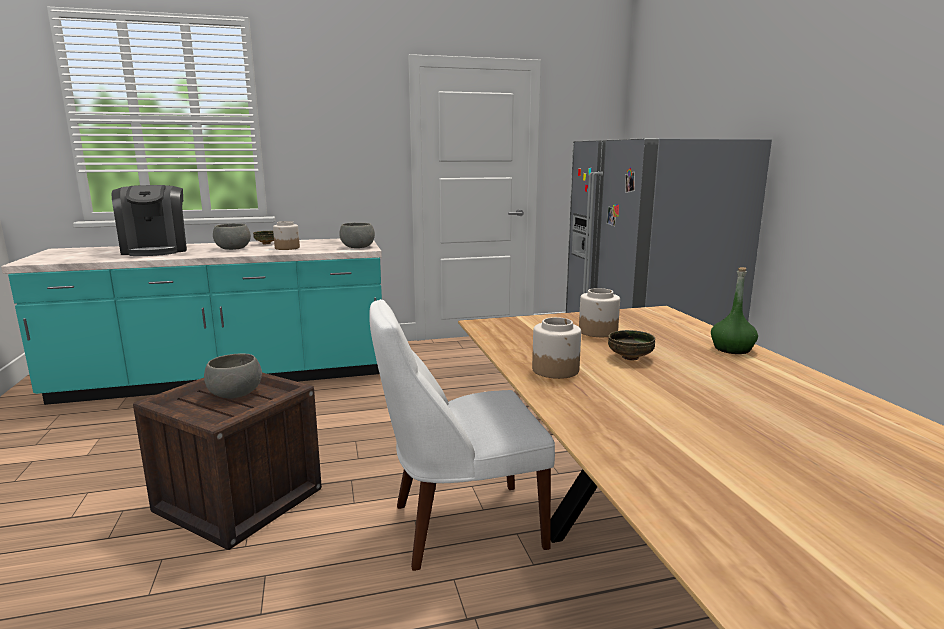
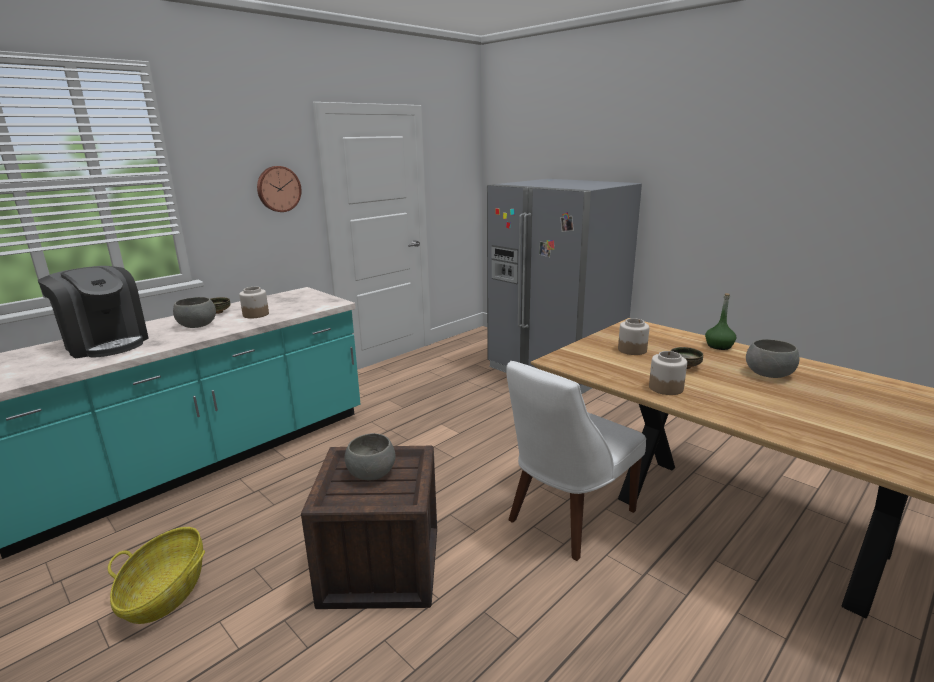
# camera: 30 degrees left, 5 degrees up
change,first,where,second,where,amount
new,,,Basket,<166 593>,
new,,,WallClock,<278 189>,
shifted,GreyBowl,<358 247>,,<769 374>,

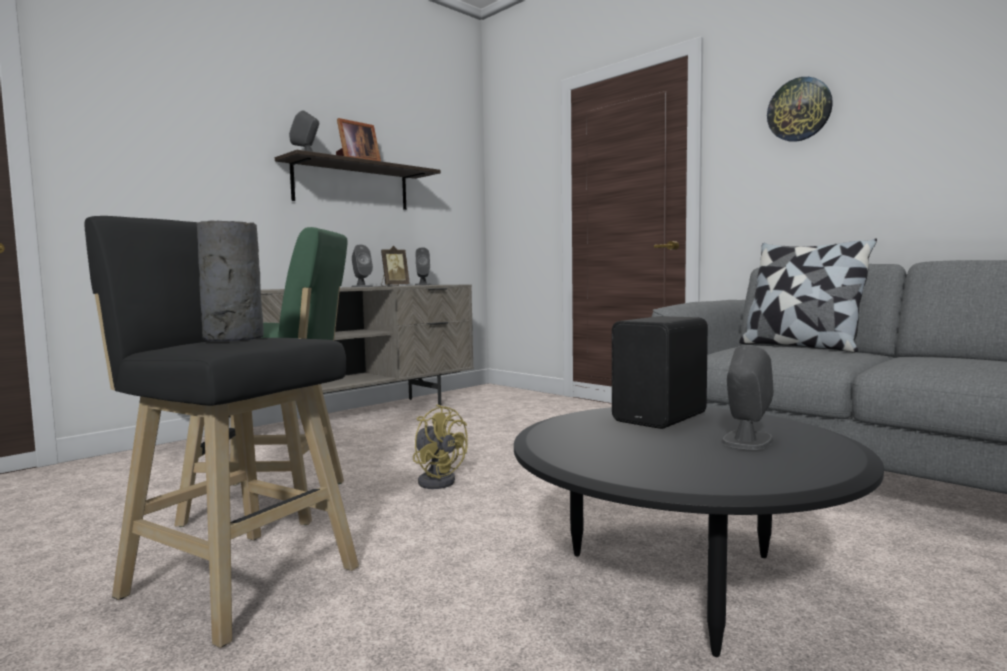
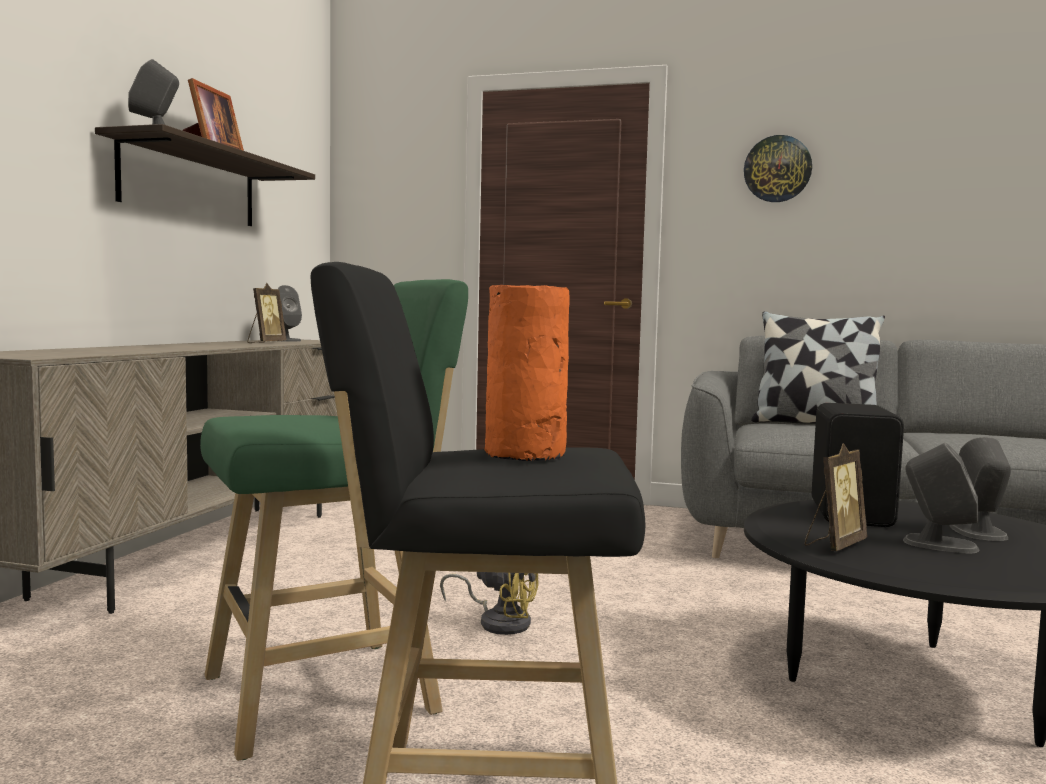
# camera: 30 degrees left, 0 degrees up
change,first,where,second,where,amount
repainted,GreyVase,<232 338>,OrangeVase,<525 454>,
new,,,PictureFrame,<834 545>,
shifted,GreySpeaker,<362 287>,,<939 544>,

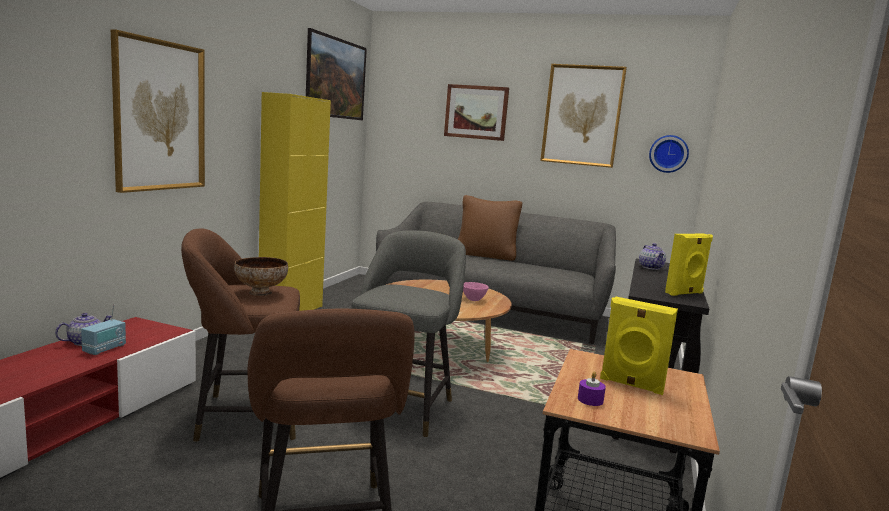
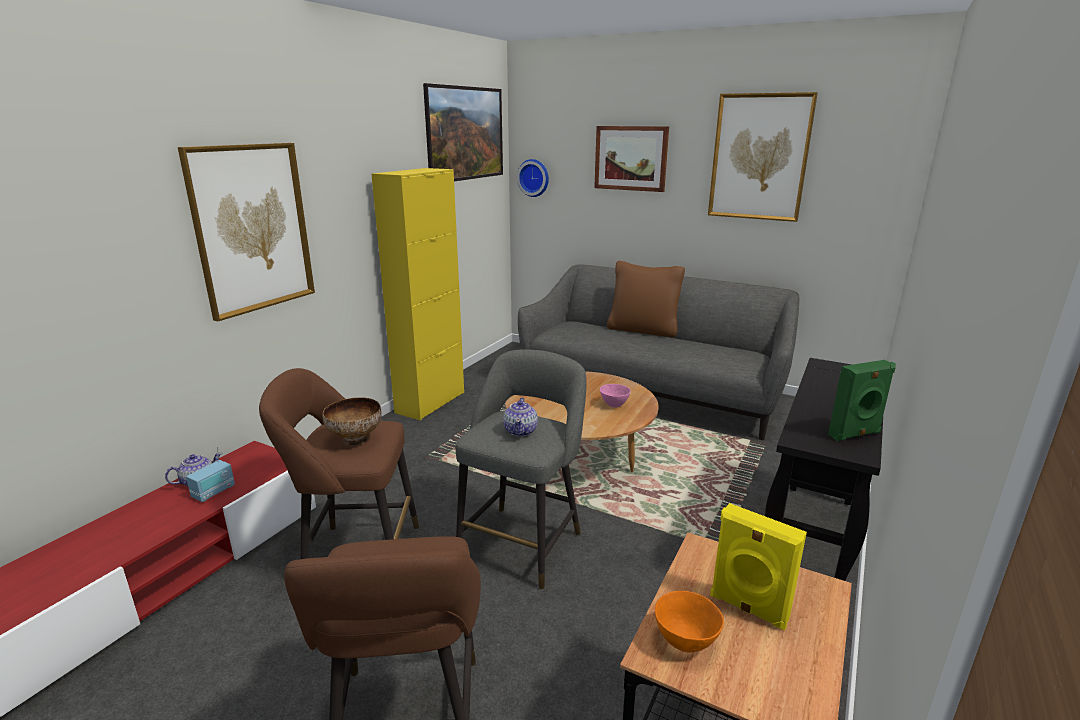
# camera: 10 degrees right, 10 degrees up
change,first,where,second,where,amount
shifted,Teapot,<651 267>,,<521 431>,
shifted,WallClock,<668 154>,,<534 178>,
swapped,PurpleCandle,<590 400>,OrangeBowl,<686 642>,
repainted,YellowSpeaker,<685 293>,GreenSpeaker,<855 435>,

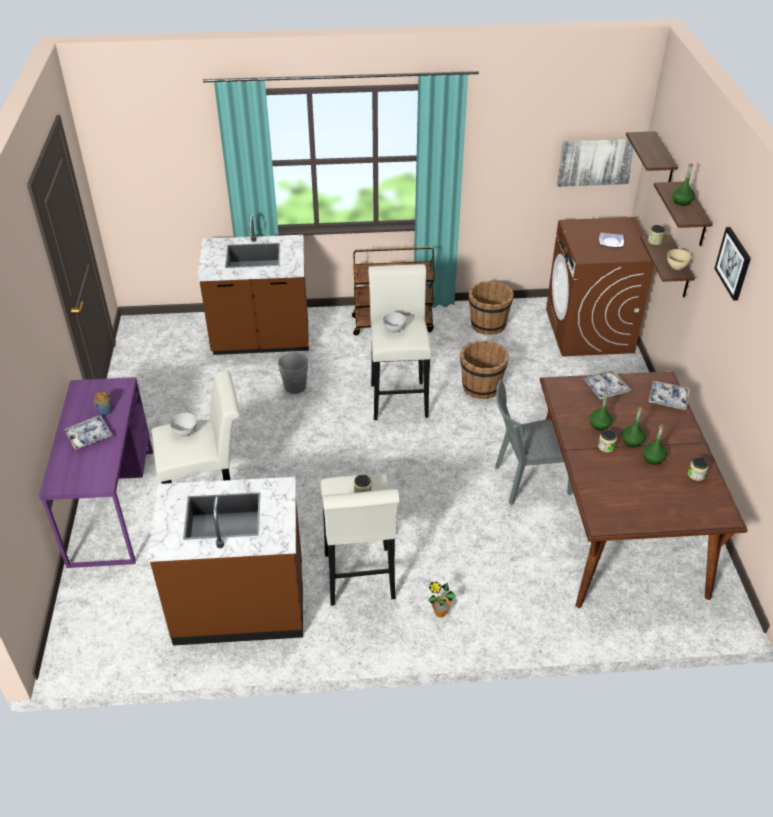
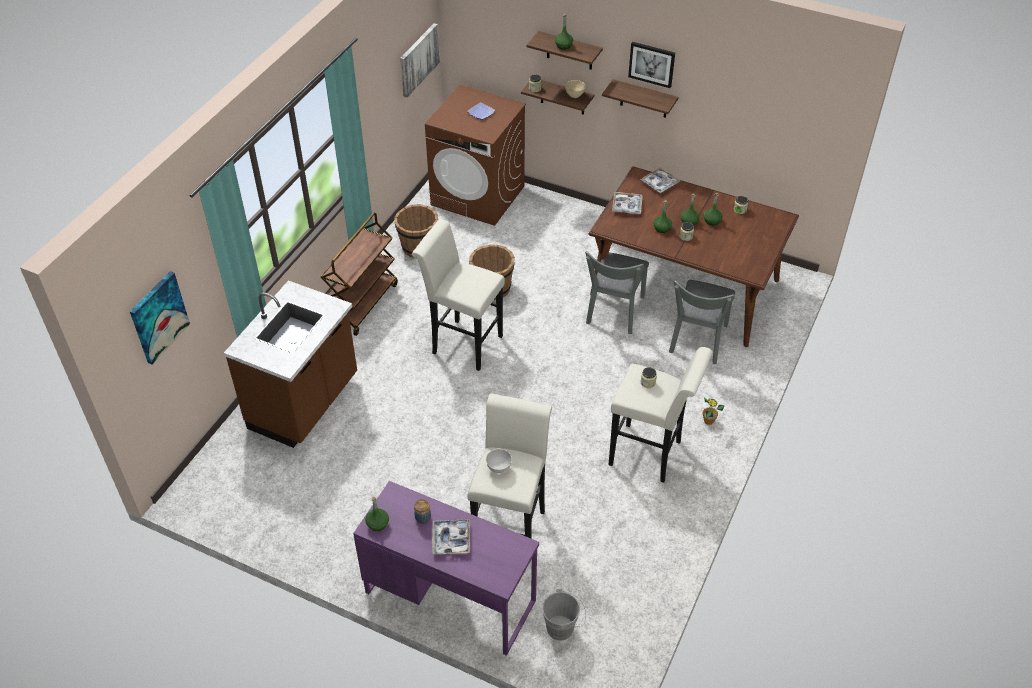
# camera: 60 degrees left, 5 degrees up
change,first,where,second,where,amount
new,,,Picture,<158 317>,
new,,,GreenBottle,<377 524>,
shifted,GreyBucket,<296 388>,,<563 628>,
shifted,Shelf,<663 162>,,<644 99>,
new,,,GreyChair,<697 342>,
gone,BrownCounter,<240 605>,,,
gone,GreyBowl,<394 329>,,,

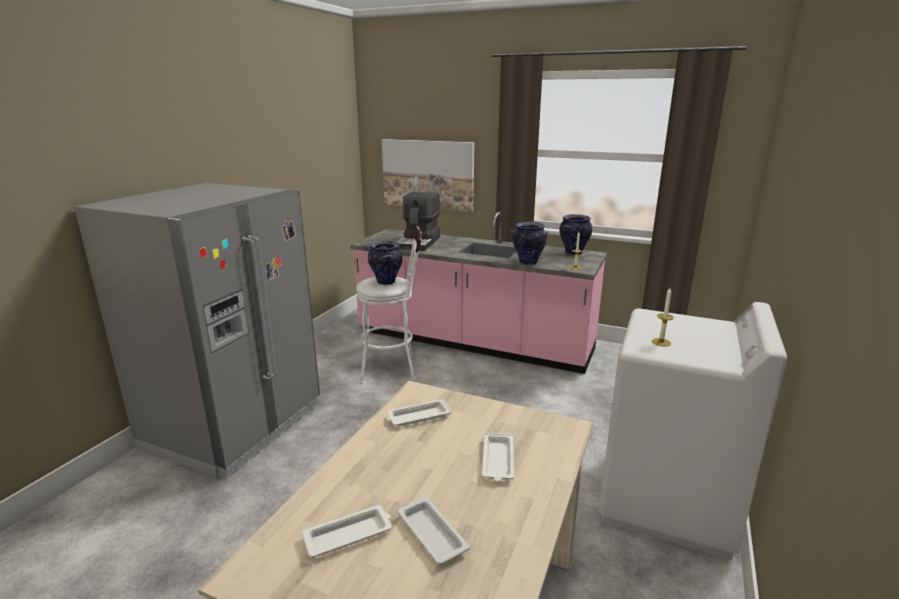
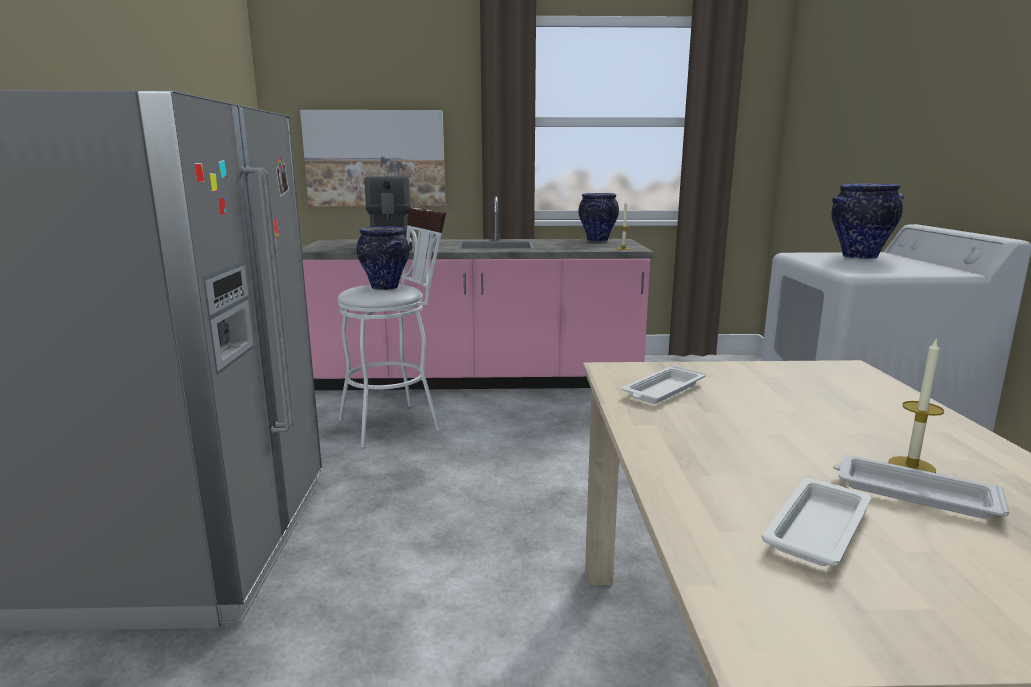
# camera: 25 degrees left, 5 degrees down
change,first,where,second,where,amount
shifted,Vase,<527 262>,,<859 257>,
shifted,Candle,<661 342>,,<911 466>,
gone,WhiteTray,<498 461>,,,

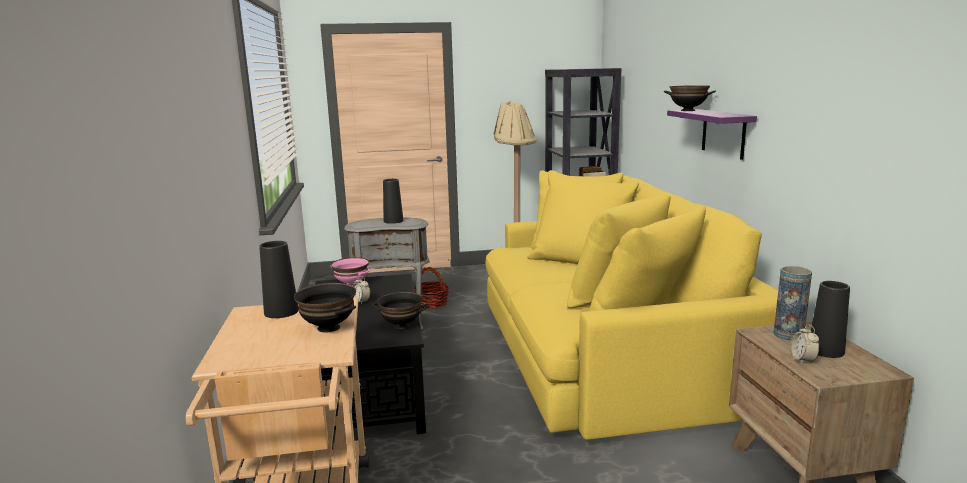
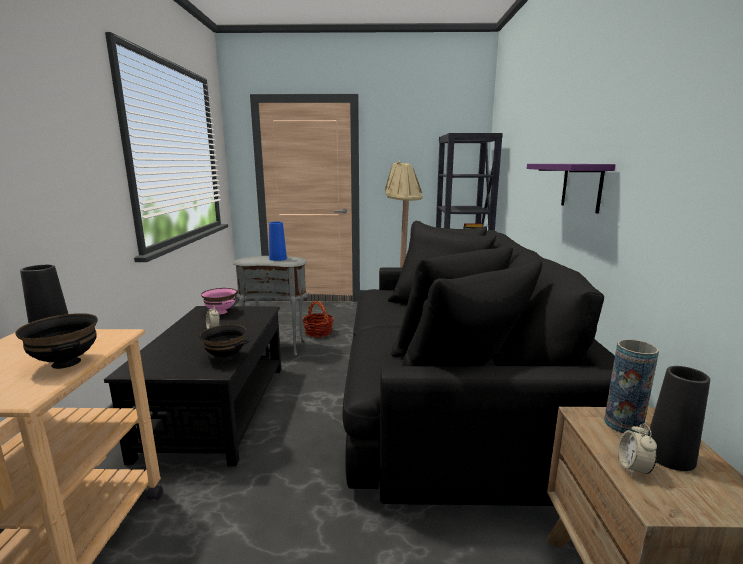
# camera: 10 degrees right, 0 degrees up
change,first,where,second,where,amount
repainted,BlackVase,<393 221>,BlueVase,<278 258>,
repainted,YellowSofa,<605 354>,BlackSofa,<449 400>,
gone,BlackBowl,<687 110>,,,

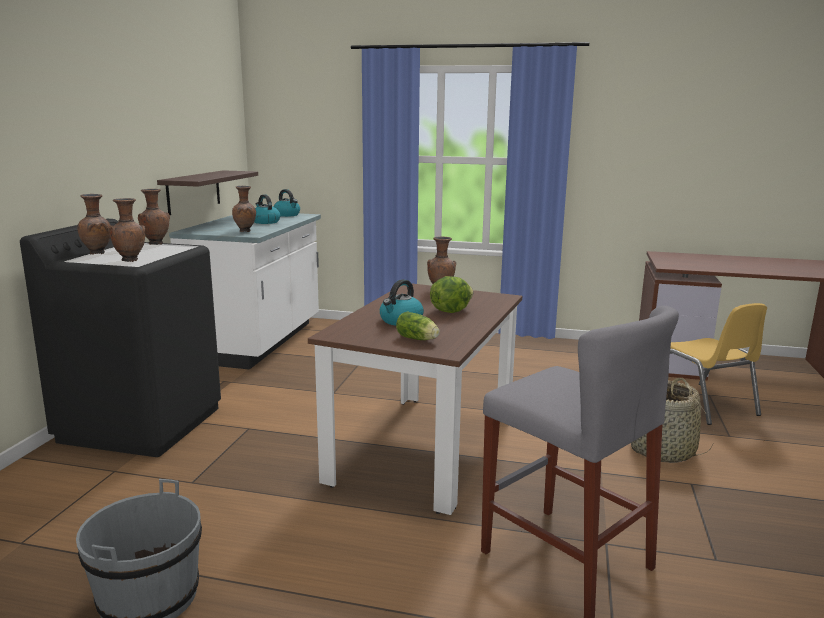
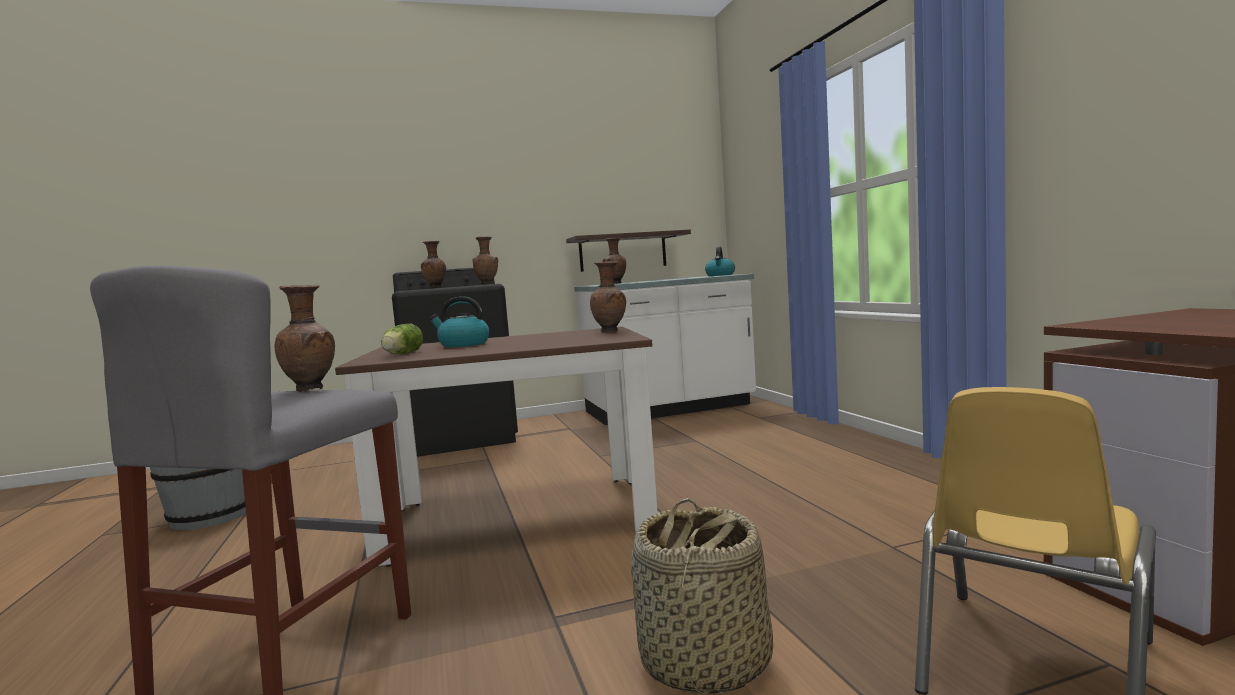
# camera: 60 degrees right, 10 degrees down
change,first,where,second,where,amount
shifted,BrownVase,<131 260>,,<312 389>,
gone,Kettle,<265 222>,,,
gone,Lettuce,<450 311>,,,

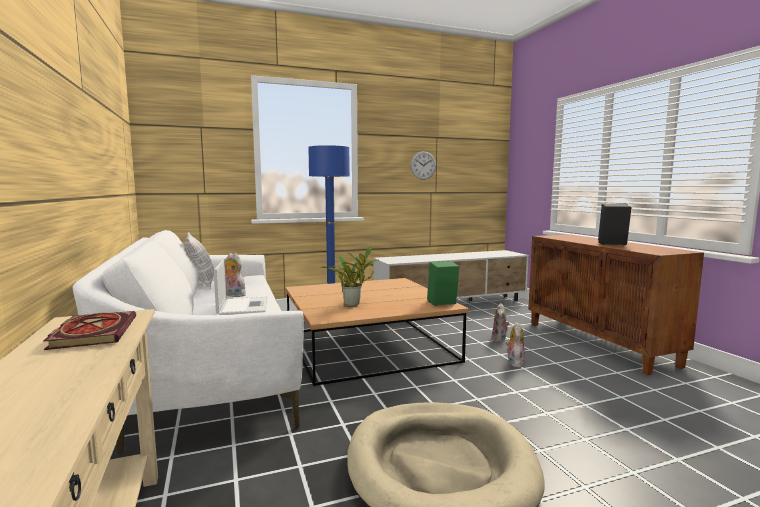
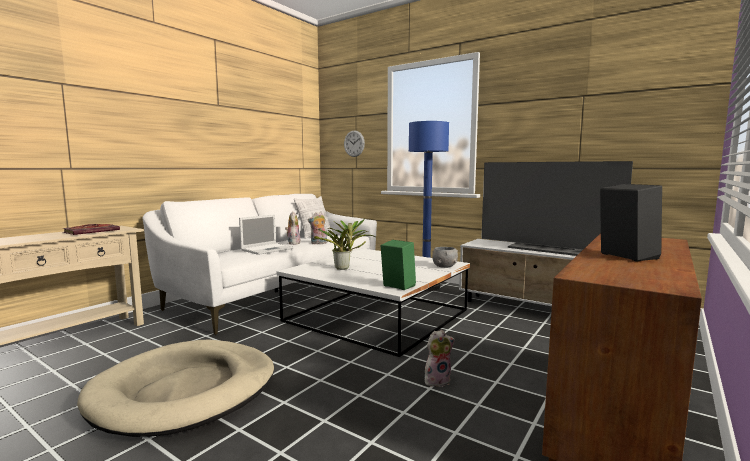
# camera: 55 degrees right, 0 degrees up
change,first,where,second,where,amount
repainted,BrownCoffeeTable,<368 346>,WhiteCoffeeTable,<377 315>,
shifted,PlushToy,<500 340>,,<318 243>,
shifted,WallClock,<423 165>,,<354 143>,
new,,,GreyBowl,<444 266>,
new,,,Television,<546 249>,

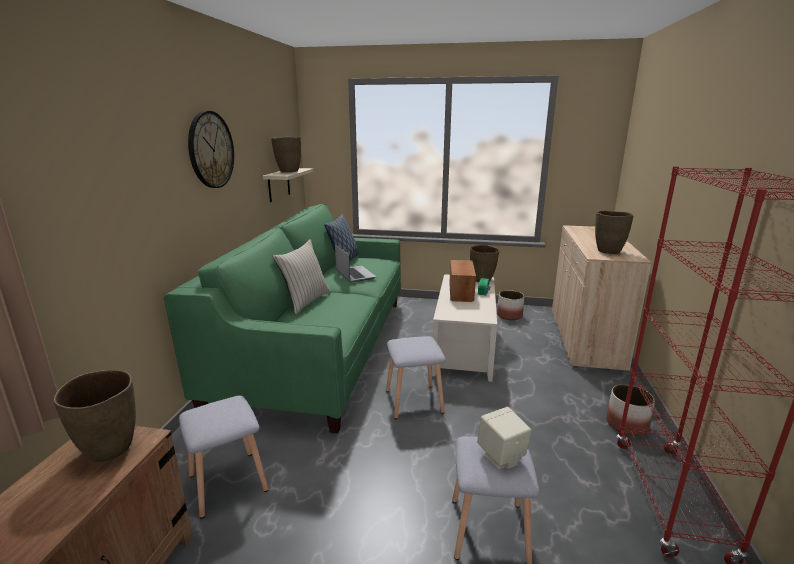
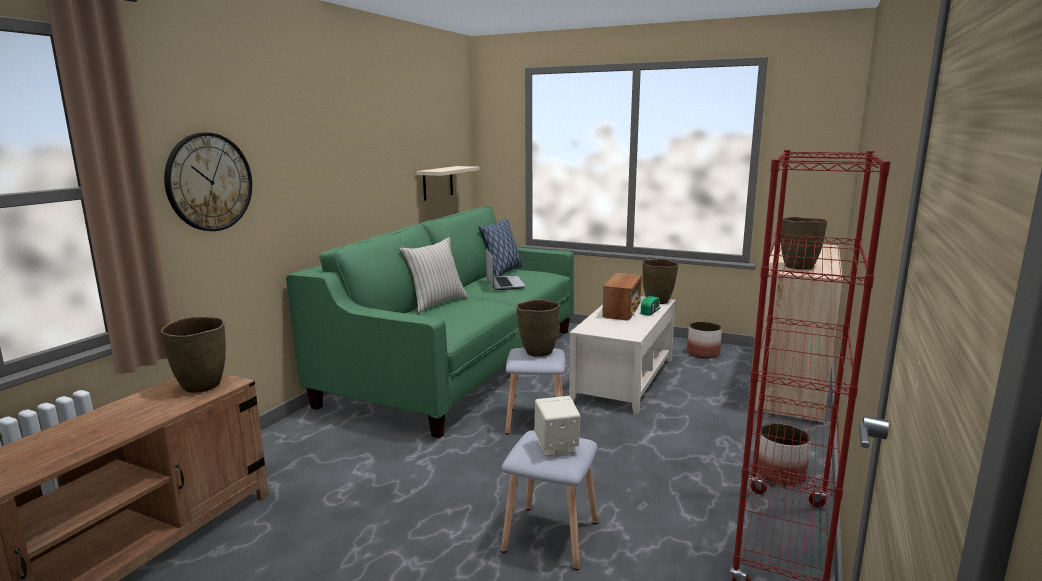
# camera: 15 degrees right, 5 degrees down
change,first,where,second,where,amount
shifted,WallClock,<211 150>,,<209 182>,
shifted,BrownVase,<288 171>,,<538 352>,
gone,GreyStool,<227 482>,,,

